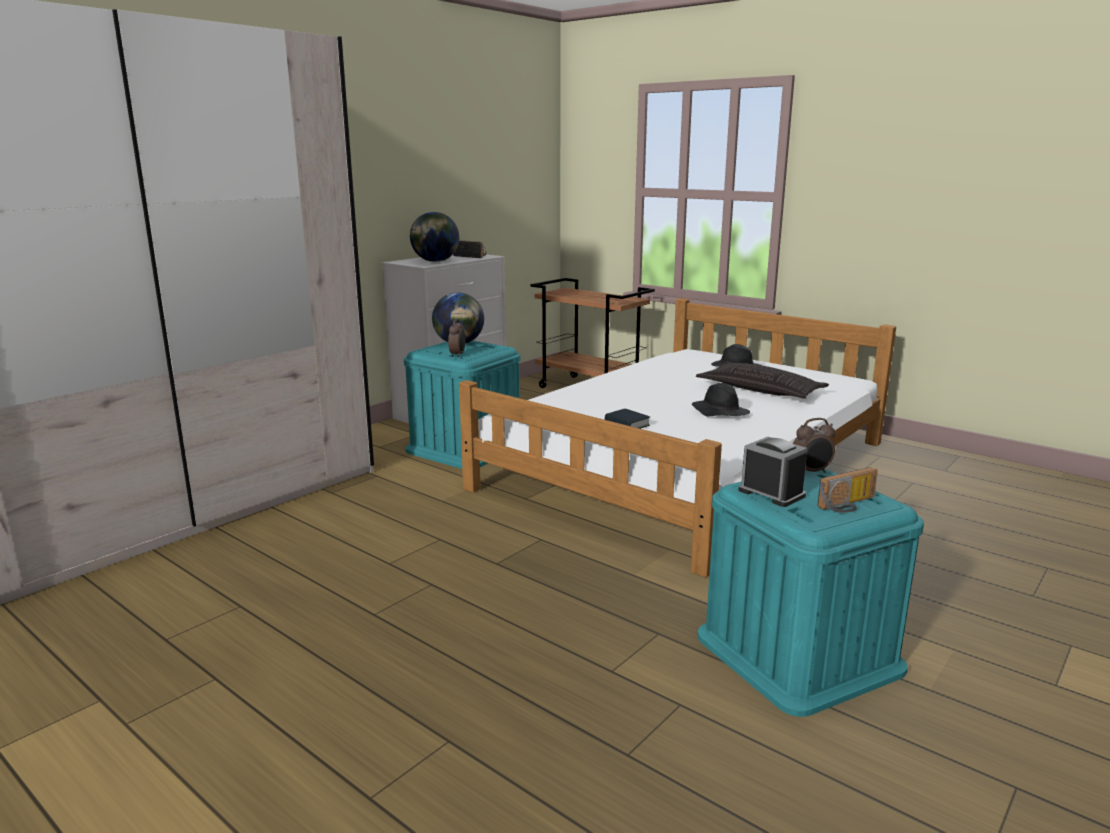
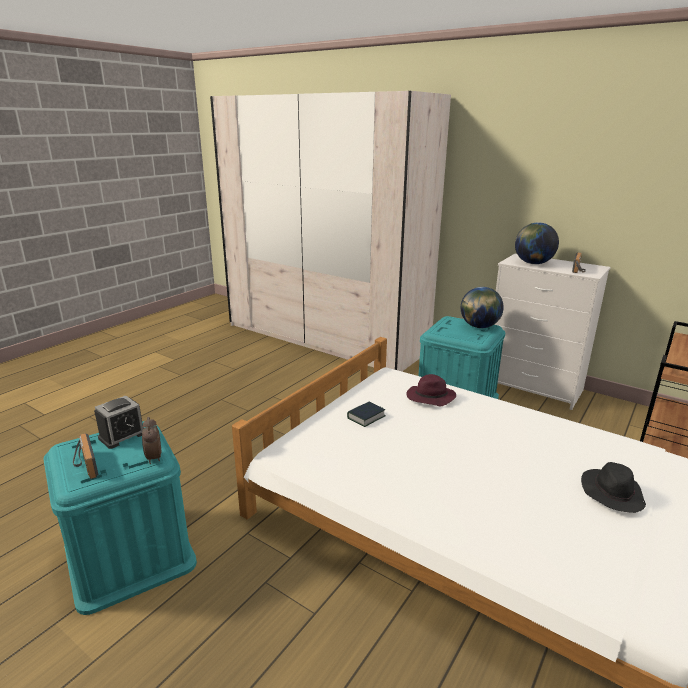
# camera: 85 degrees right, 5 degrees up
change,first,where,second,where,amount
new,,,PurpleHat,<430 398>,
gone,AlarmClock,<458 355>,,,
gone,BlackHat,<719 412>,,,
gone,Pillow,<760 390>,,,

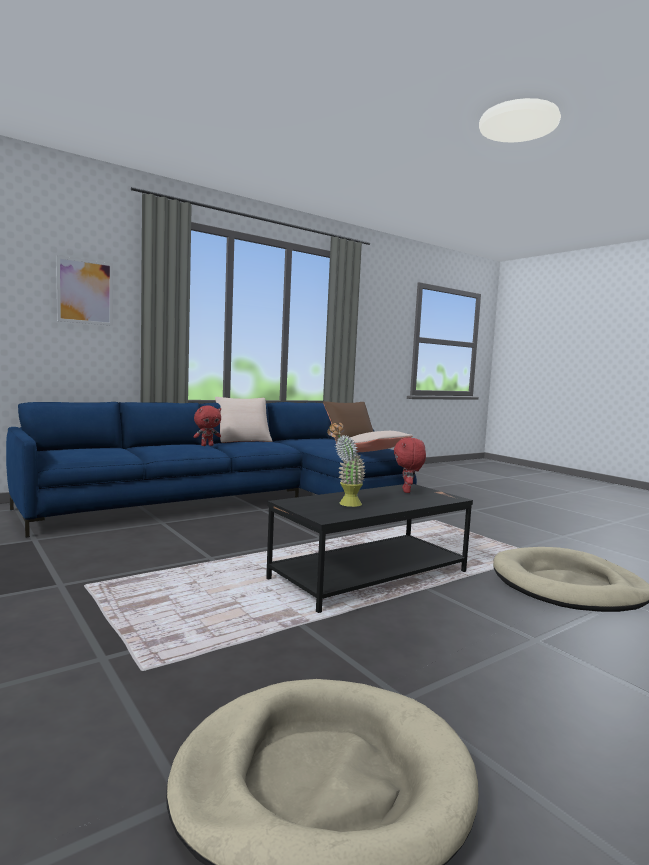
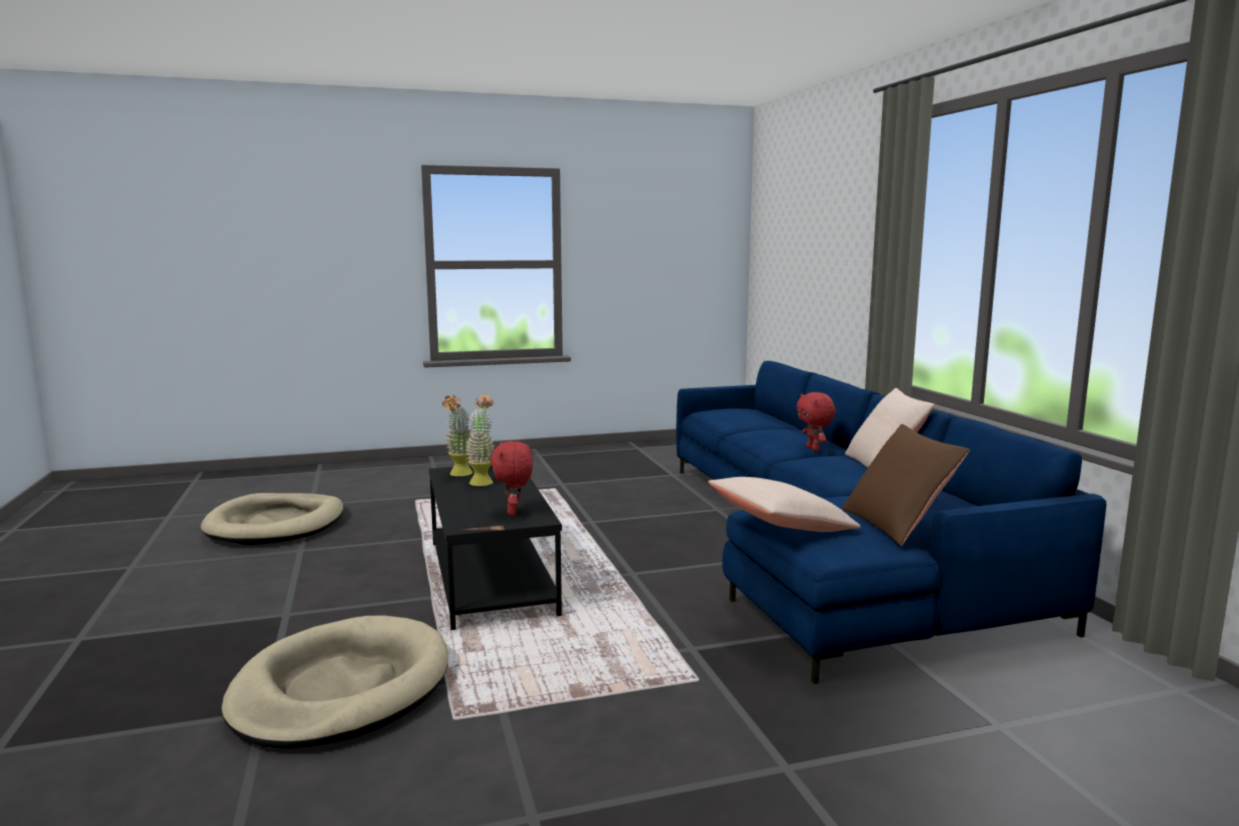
# camera: 110 degrees right, 5 degrees up
change,first,where,second,where,amount
new,,,PottedPlant,<459 475>,
rotated,RedPlushToy,<407 491>,,<514 512>,120 degrees counterclockwise
gone,Picture,<85 291>,,,

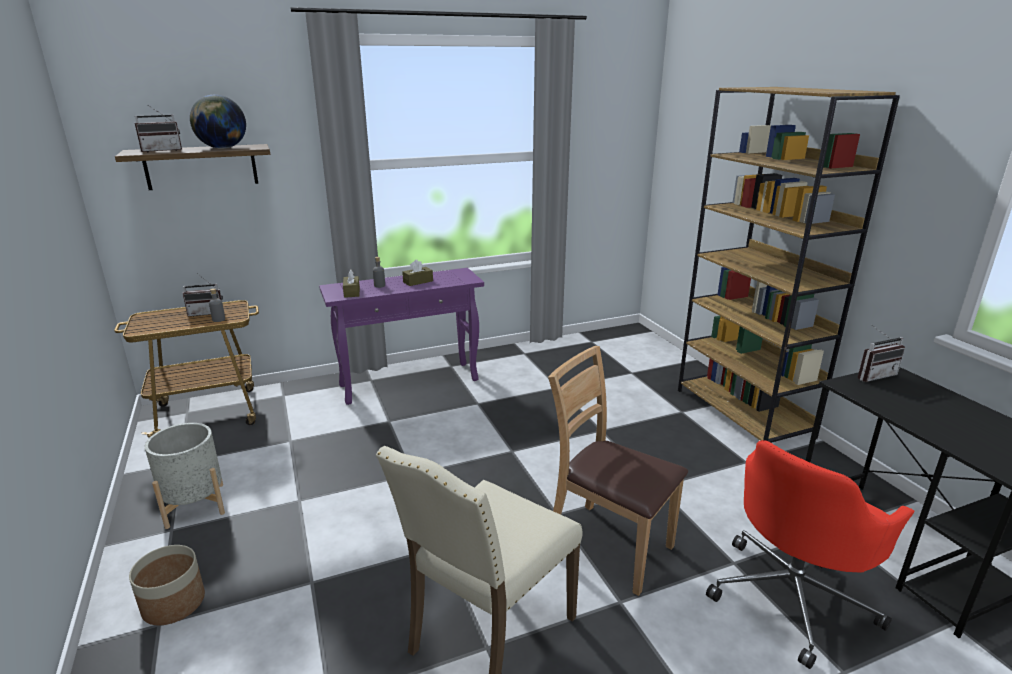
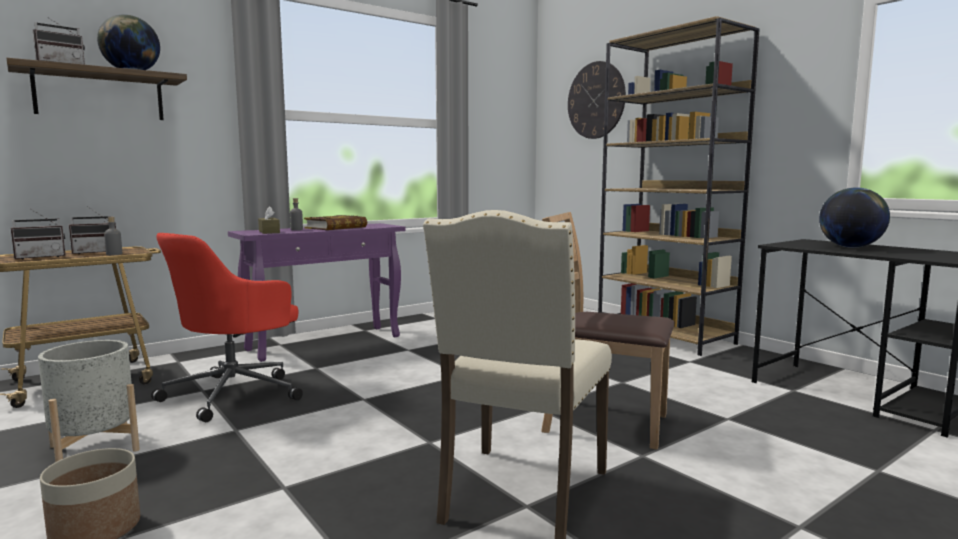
# camera: 15 degrees left, 15 degrees down
change,first,where,second,where,amount
shifted,Radio,<872 375>,,<41 257>,
shifted,RedOfficeChair,<792 596>,,<235 393>,
swapped,BrownTissueBox,<418 281>,Book,<336 227>,
new,,,WallClock,<596 100>,
new,,,Globe,<850 247>,

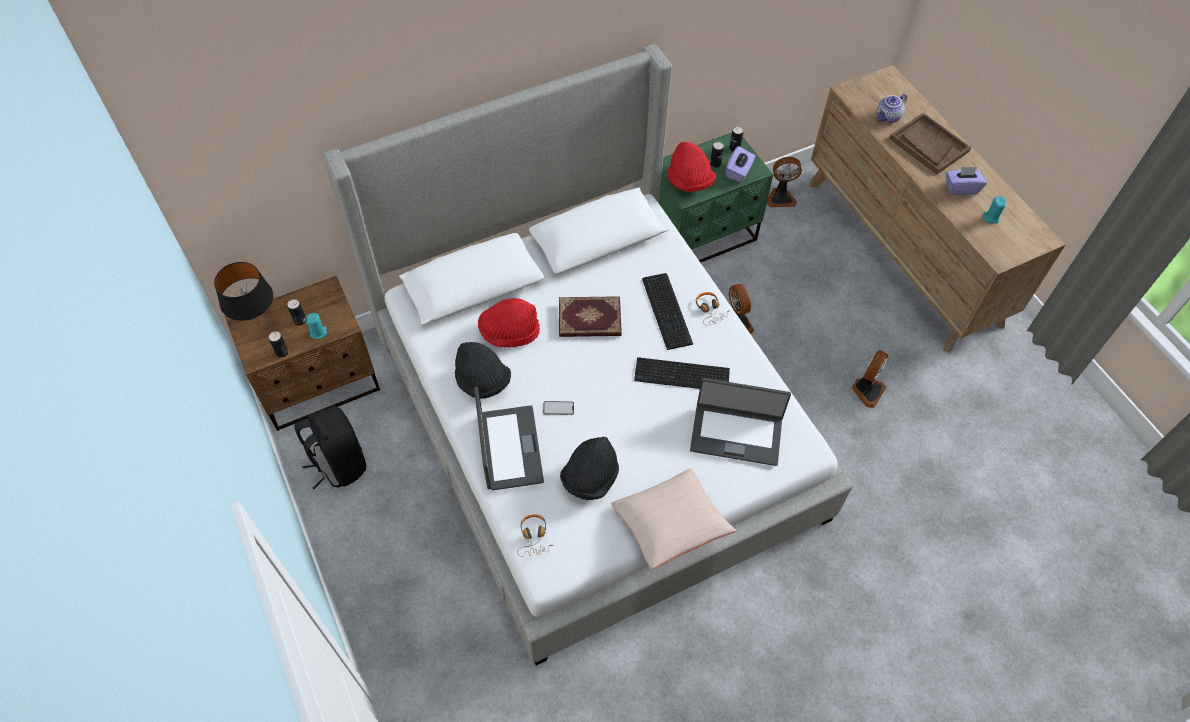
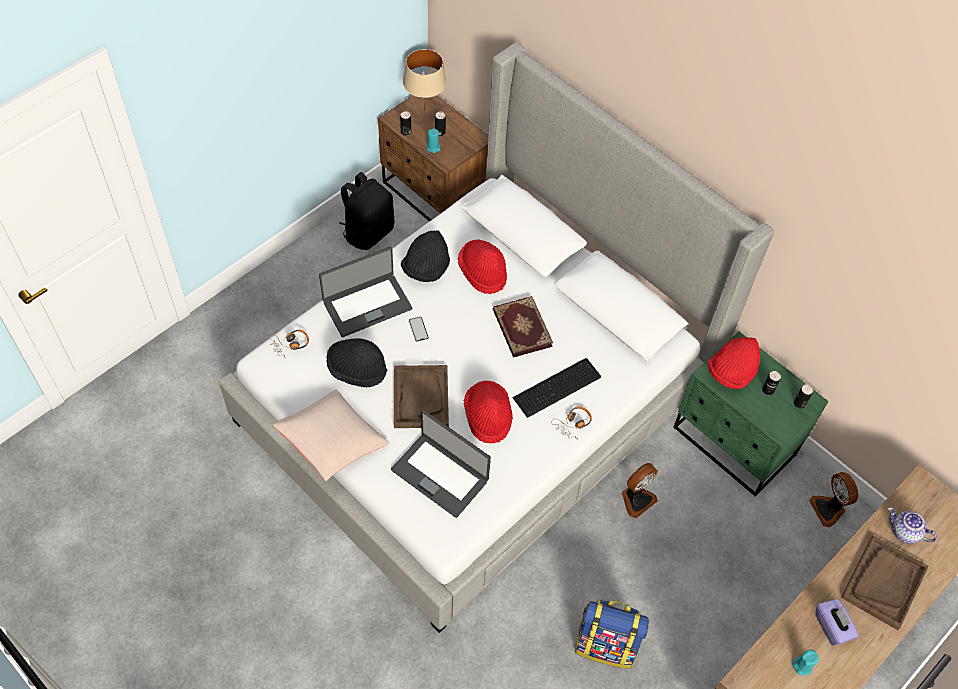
# camera: 70 degrees right, 0 degrees up
change,first,where,second,where,amount
rotated,Laptop,<736 434>,,<440 474>,45 degrees counterclockwise
new,,,BrownTray,<420 397>,
repainted,BlackTableLamp,<259 326>,BeigeTableLamp,<425 109>,
swapped,Keyboard,<683 376>,RedHat,<488 417>,
swapped,Fan,<867 390>,Backpack,<606 644>,
gone,PurpleTissueBox,<739 172>,,,

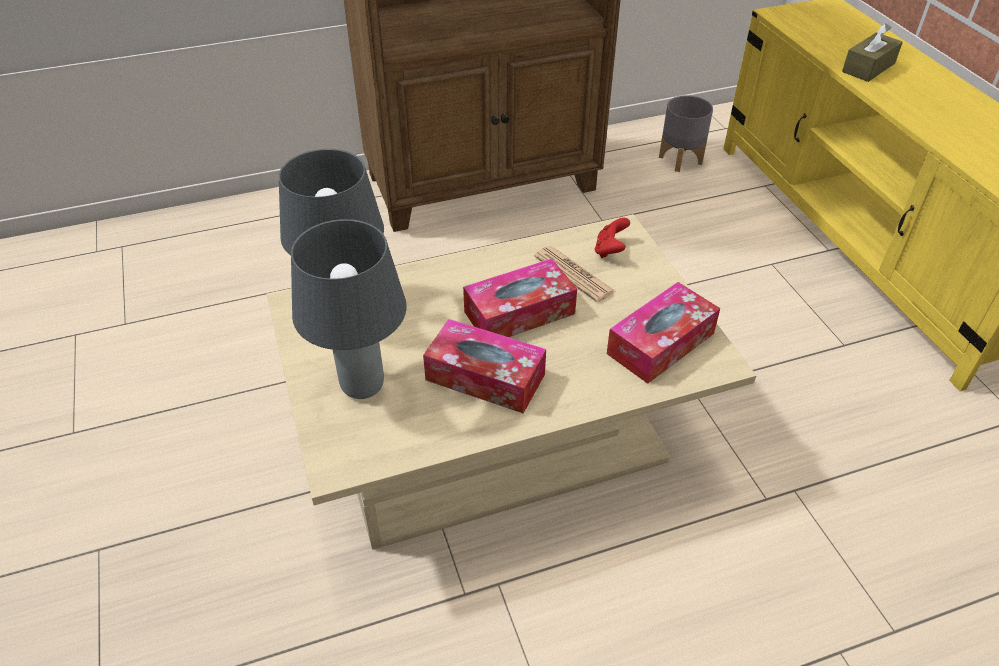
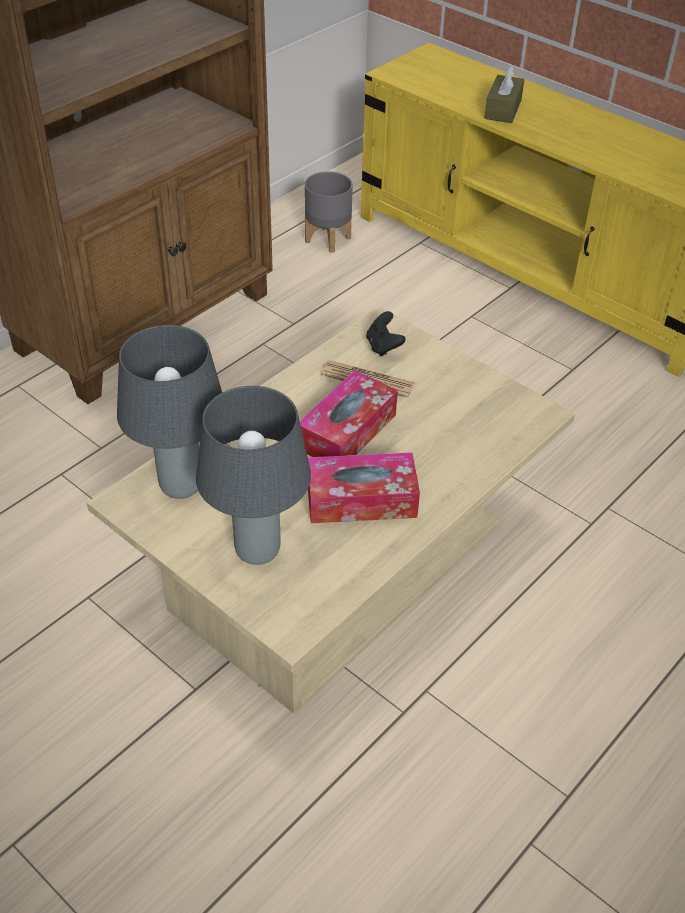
# camera: 30 degrees left, 0 degrees up
change,first,where,second,where,amount
repainted,RedGameController,<610 250>,BlackGameController,<383 346>,
gone,TissueBox,<660 343>,,,

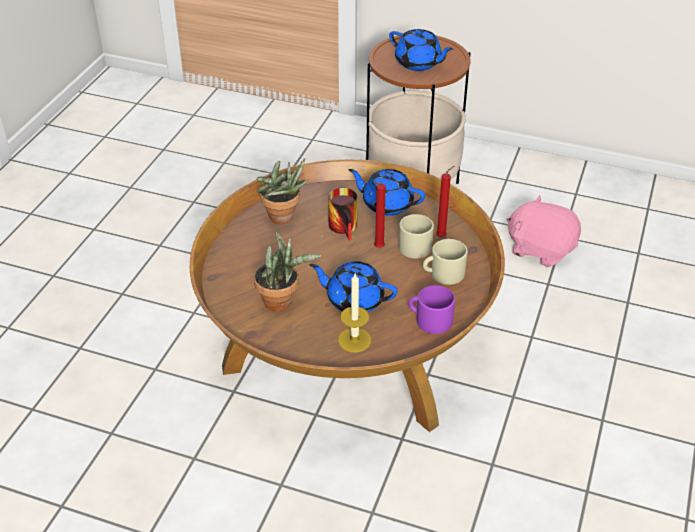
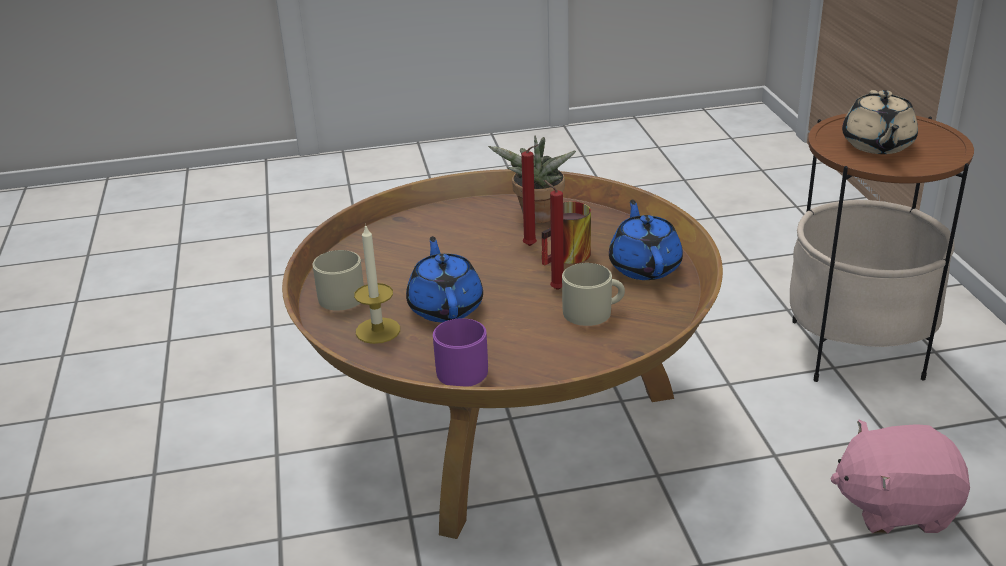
# camera: 60 degrees right, 10 degrees down
change,first,where,second,where,amount
shifted,BeigeMug,<443 273>,,<337 295>,
shifted,RedCandle,<442 236>,,<531 246>,
rotated,PinkPlushToy,<540 249>,,<895 506>,90 degrees counterclockwise
repainted,BlueTeapot,<418 63>,BeigeTeapot,<877 145>,
gone,PottedPlant,<282 302>,,,

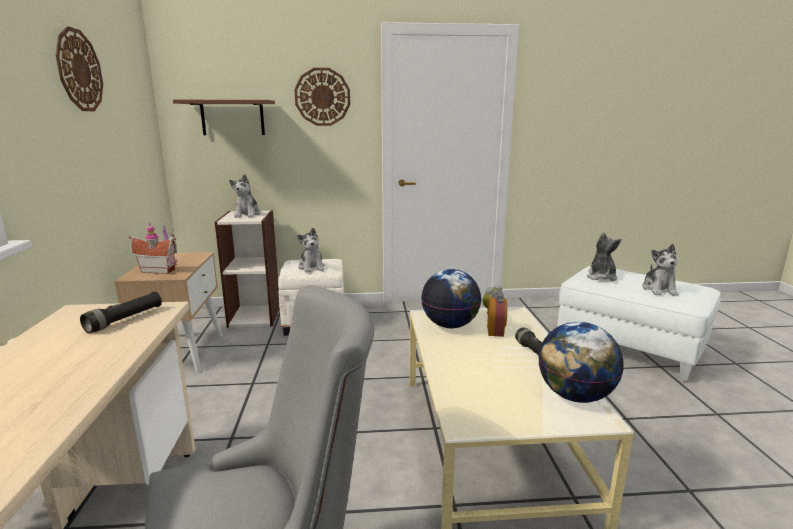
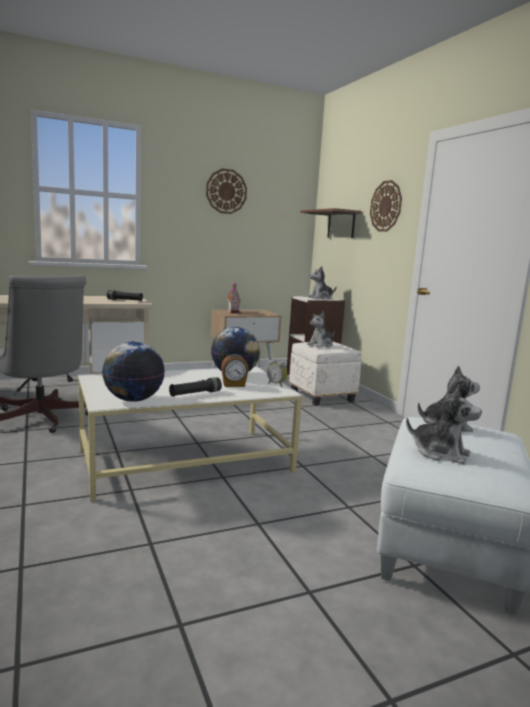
# camera: 70 degrees right, 5 degrees down
change,first,where,second,where,amount
rotated,PlushToy,<659 289>,,<440 453>,135 degrees counterclockwise

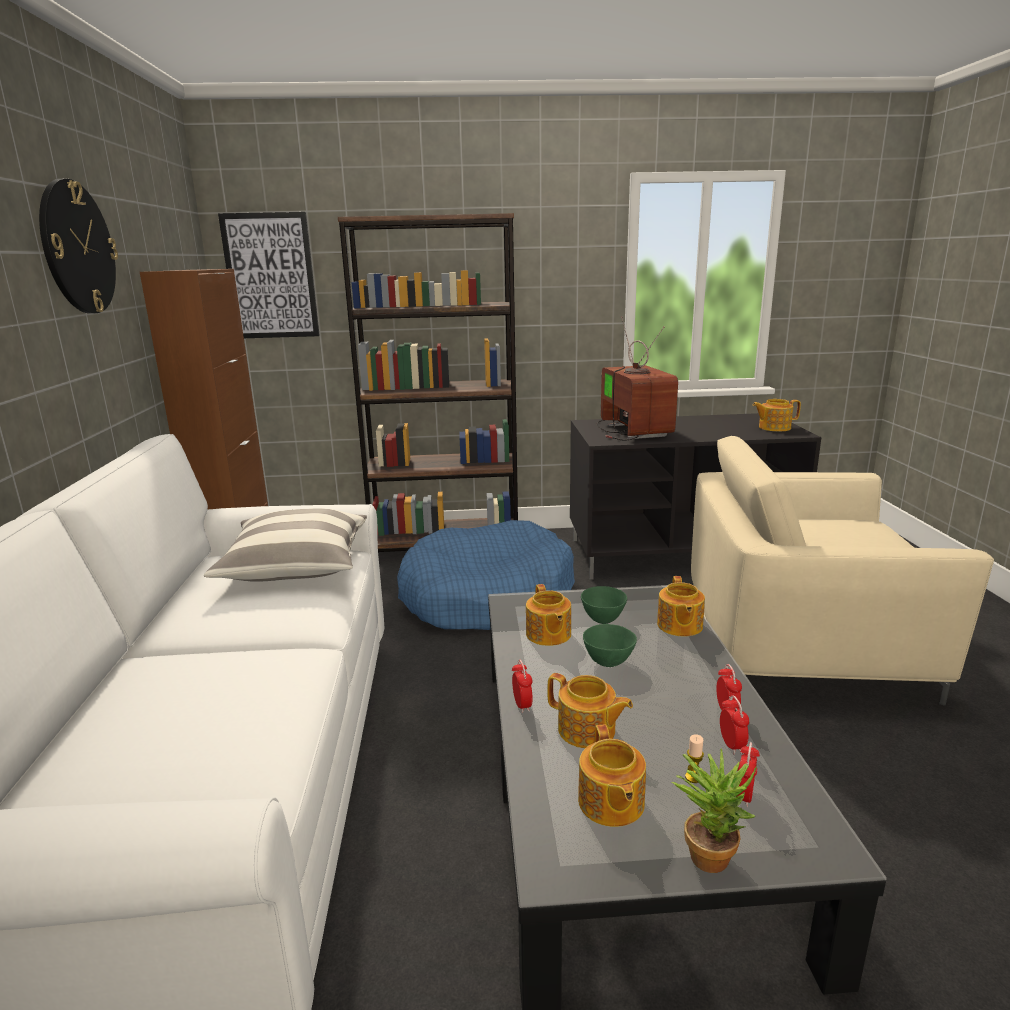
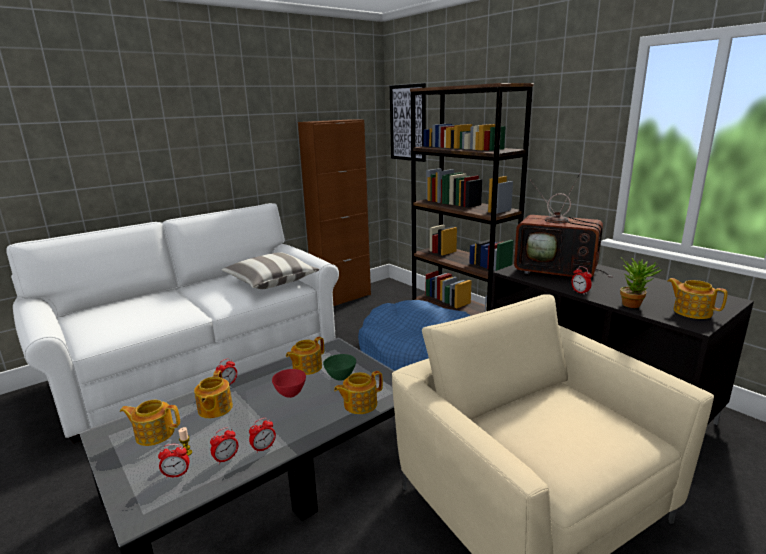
# camera: 55 degrees right, 0 degrees up
change,first,where,second,where,amount
rotated,Teapot,<610 803>,,<154 434>,45 degrees clockwise
repainted,GreenBowl,<609 662>,RedBowl,<291 394>,
rotated,Television,<631 430>,,<558 272>,75 degrees clockwise
new,,,AlarmClock,<580 292>,
shifted,PottedPlant,<710 852>,,<634 304>,
gone,WallClock,<77 248>,,,

